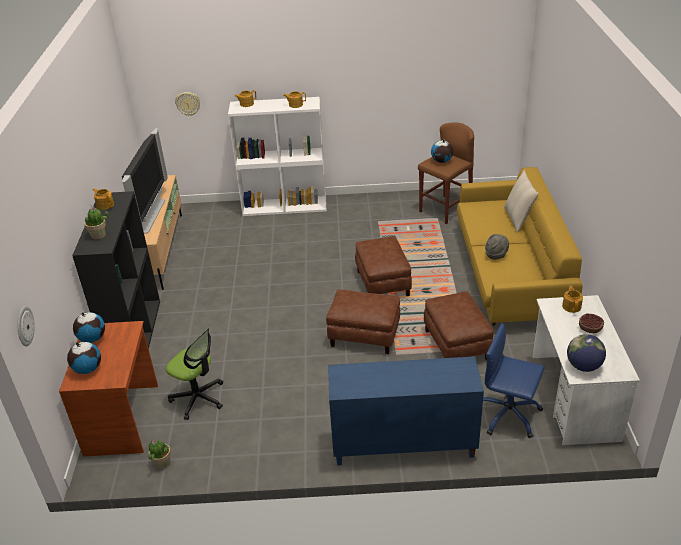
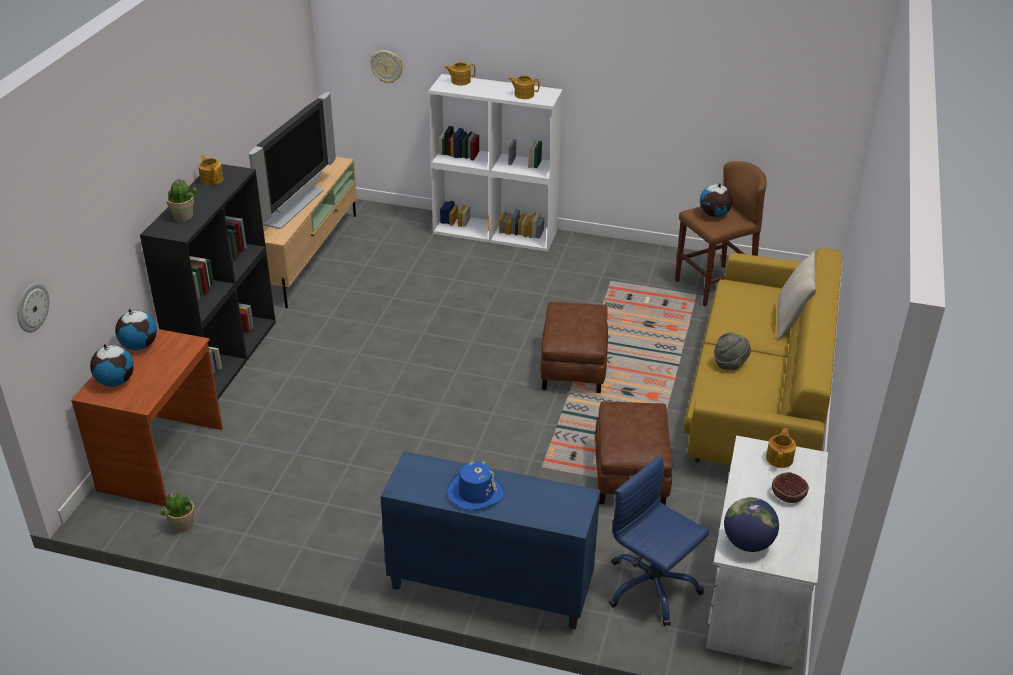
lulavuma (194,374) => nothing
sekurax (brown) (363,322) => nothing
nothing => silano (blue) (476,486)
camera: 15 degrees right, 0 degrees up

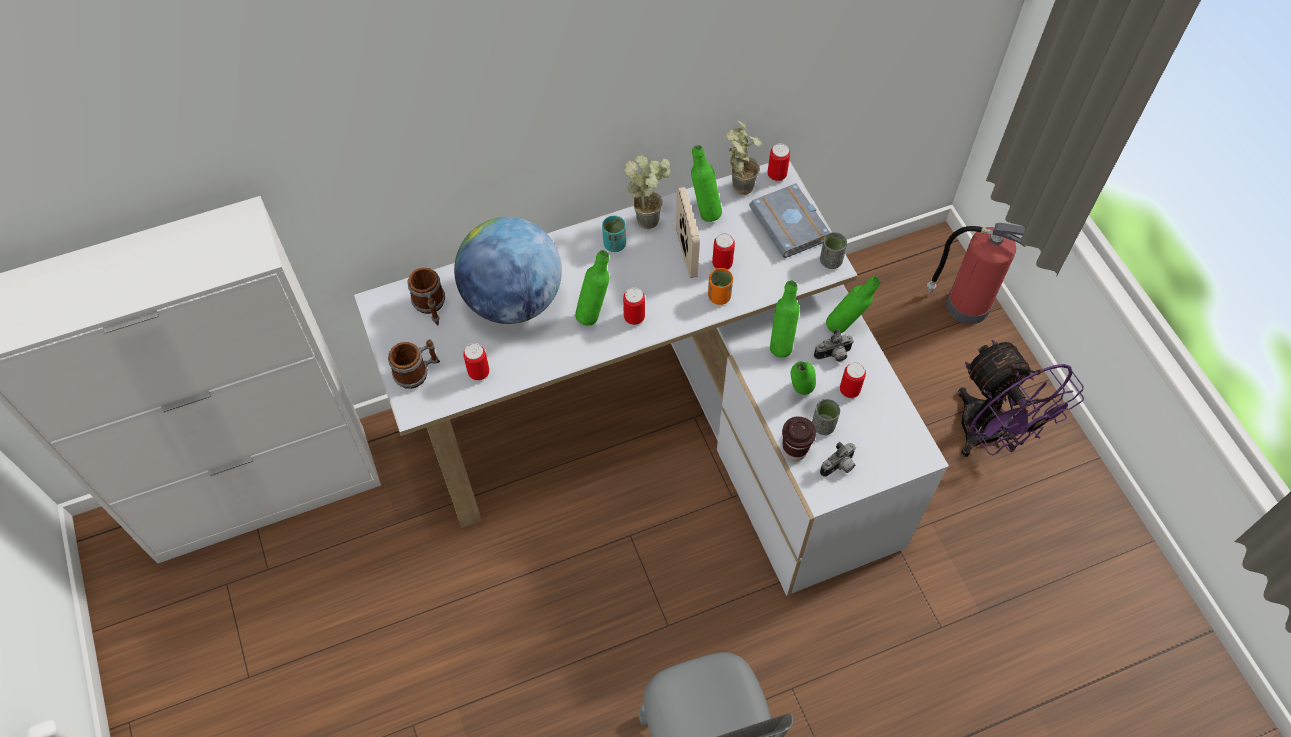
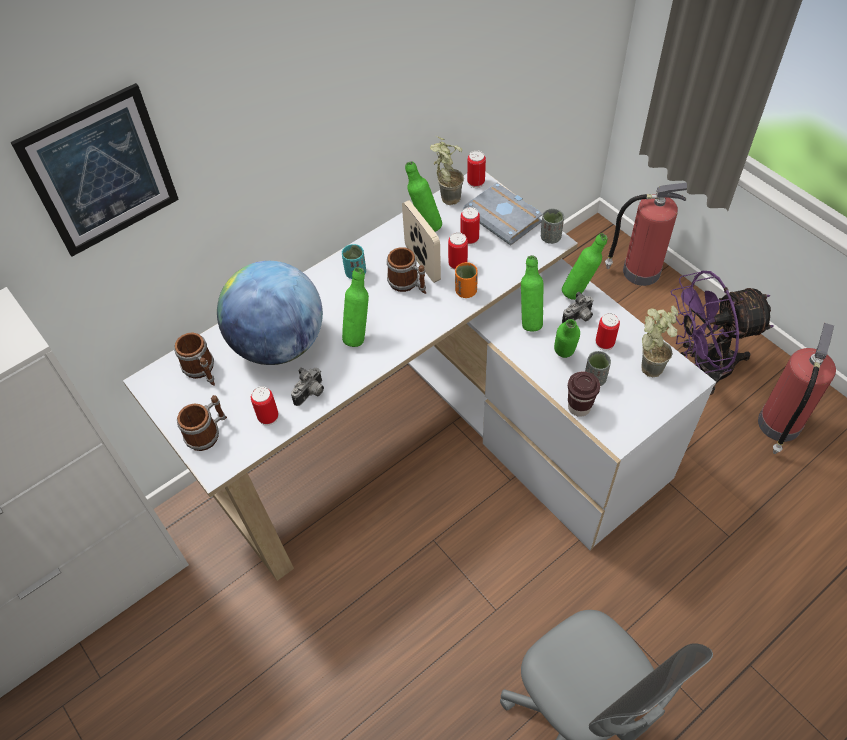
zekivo (634,306) => zekivo (470,226), shifted
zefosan (647,193) => zefosan (660,341), shifted
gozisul (838,459) => gozisul (307,386), shifted
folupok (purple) (1020,398) => folupok (purple) (722,333), 120 degrees clockwise
nothing => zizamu (94,170)
nothing => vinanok (406,270)
nothing => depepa (797,388)
camera: 15 degrees left, 5 degrees down

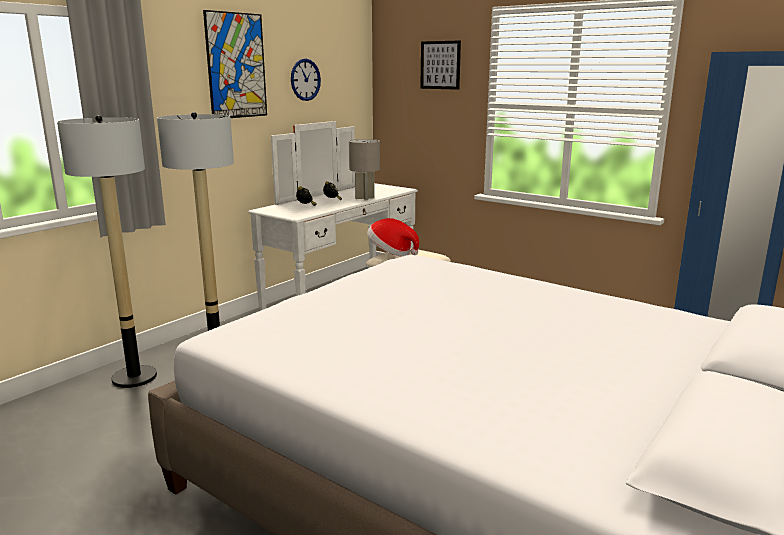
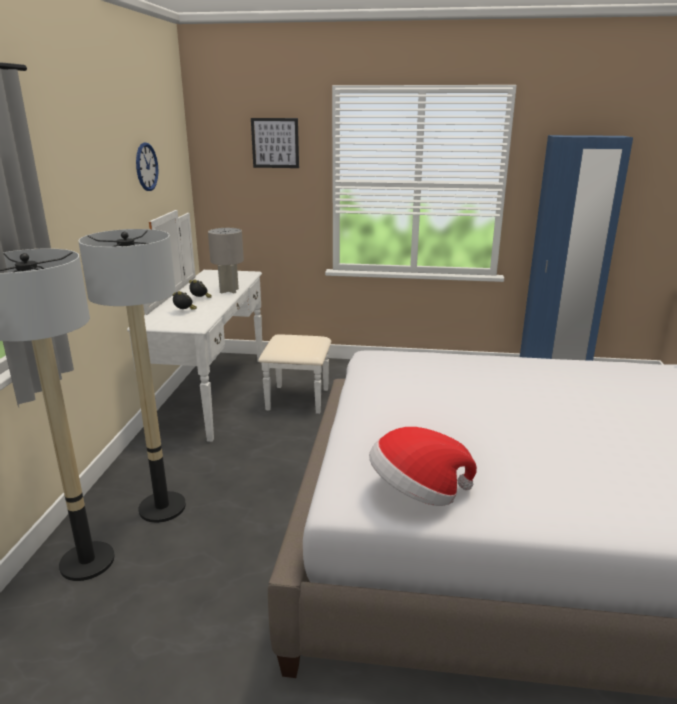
zizamu (235,64) => nothing
silano (393,237) => silano (423,466), shifted
camera: 30 degrees left, 5 degrees up

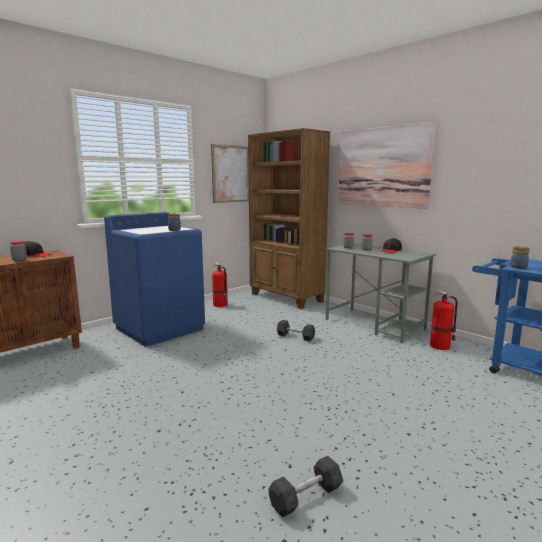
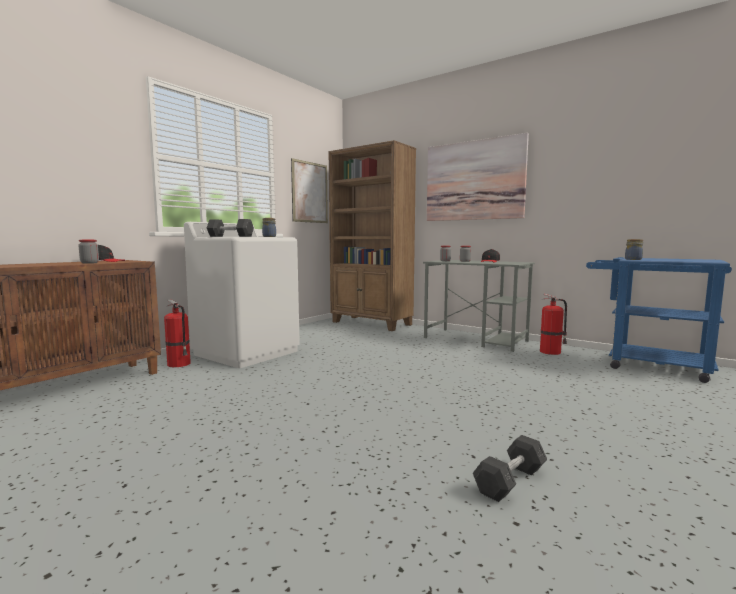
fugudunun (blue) (154,279) => fugudunun (white) (242,295)
depepa (220,284) => depepa (177,333), shifted
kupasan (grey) (296,330) => kupasan (grey) (230,228), shifted
camera: 10 degrees left, 5 degrees down

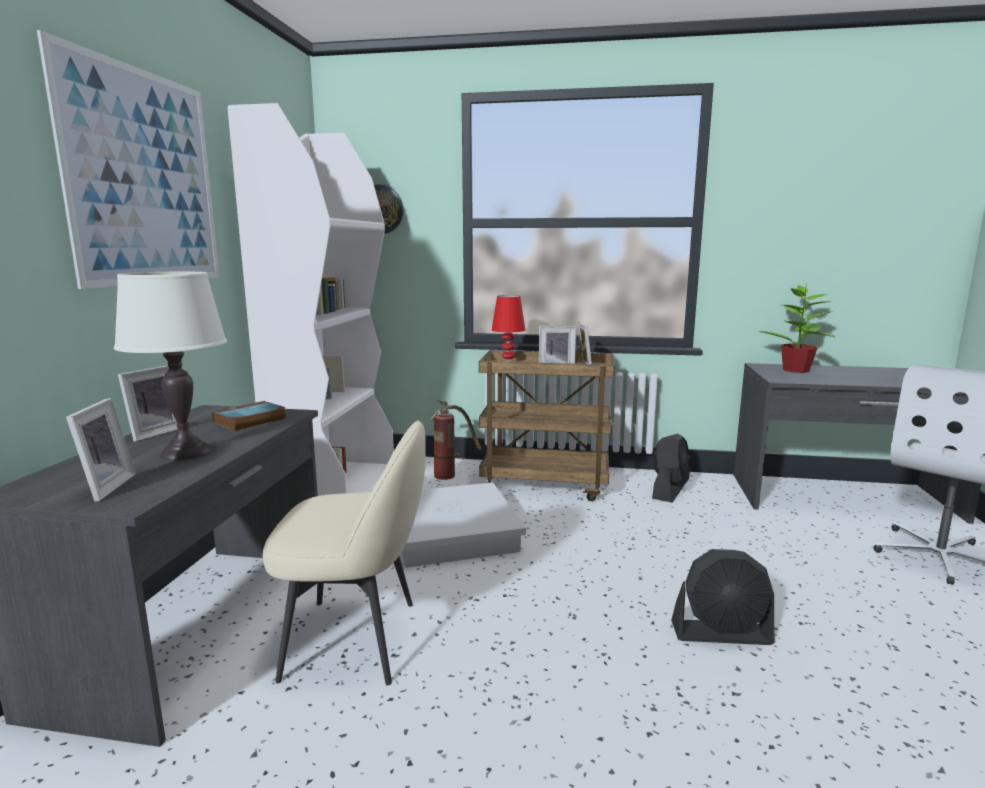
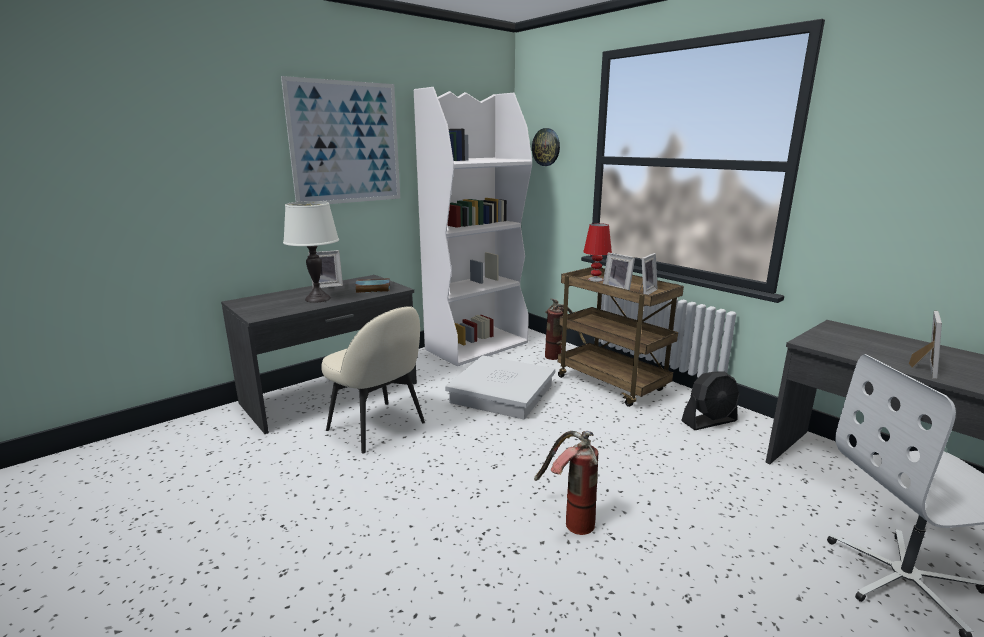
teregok (101,450) => teregok (925,345), shifted
folupok (black) (723,597) => depepa (566,483)
zefosan (796,328) => nothing
camera: 40 degrees right, 5 degrees up

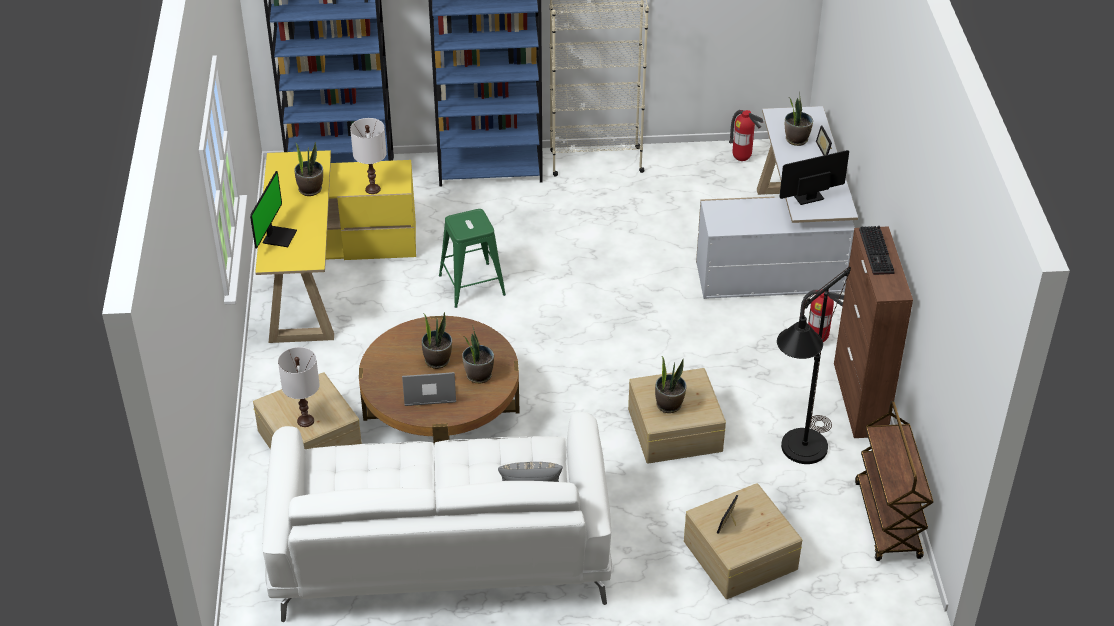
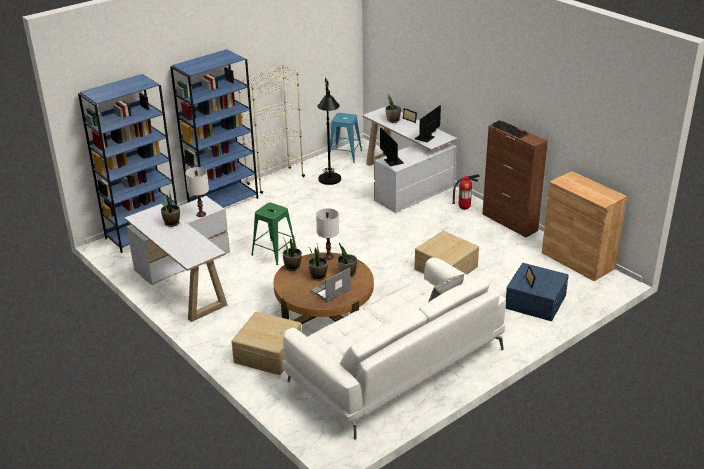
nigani (273,209) => nigani (391,146), shifted
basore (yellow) (335,246) => basore (white) (177,259)
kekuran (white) (299,387) => kekuran (white) (327,234), shifted
zefosan (671,384) => zefosan (292,252), shifted
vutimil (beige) (743,541) => vutimil (blue) (537,292)
depepa (746,135) => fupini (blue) (346,138)
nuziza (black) (814,365) => nuziza (black) (329,131), shifted
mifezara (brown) (894,481) => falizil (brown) (584,226)
camera: 35 degrees left, 10 degrees down

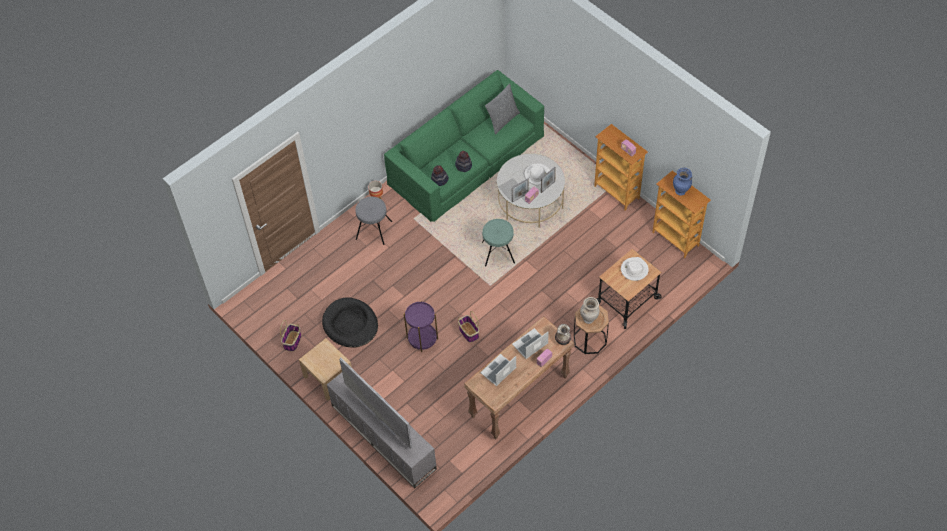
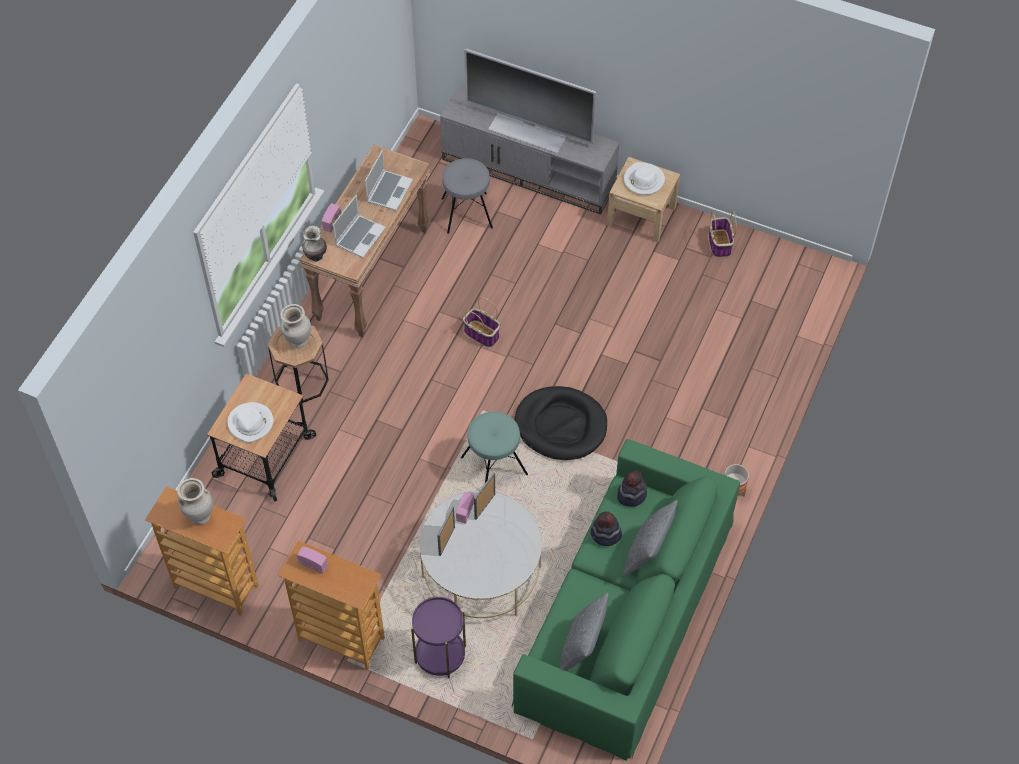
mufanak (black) (350,322) => mufanak (black) (560,423), shifted
fupini (grey) (373,221) => fupini (grey) (467,196), shifted
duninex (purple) (421,326) => duninex (purple) (438,637), shifted
silano (white) (537,175) => silano (white) (644,178), shifted
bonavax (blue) (682,182) => bonavax (beige) (195,501)
nothing => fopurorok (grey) (650,538)
camera: 155 degrees right, 0 degrees up

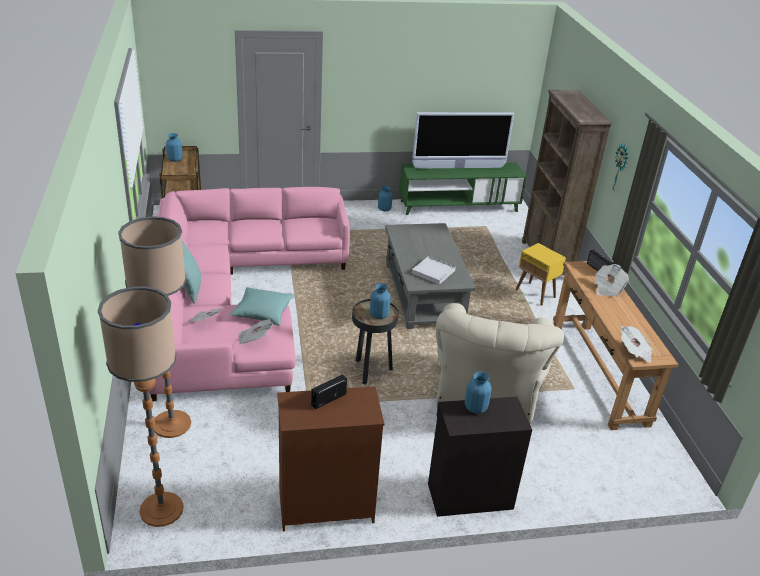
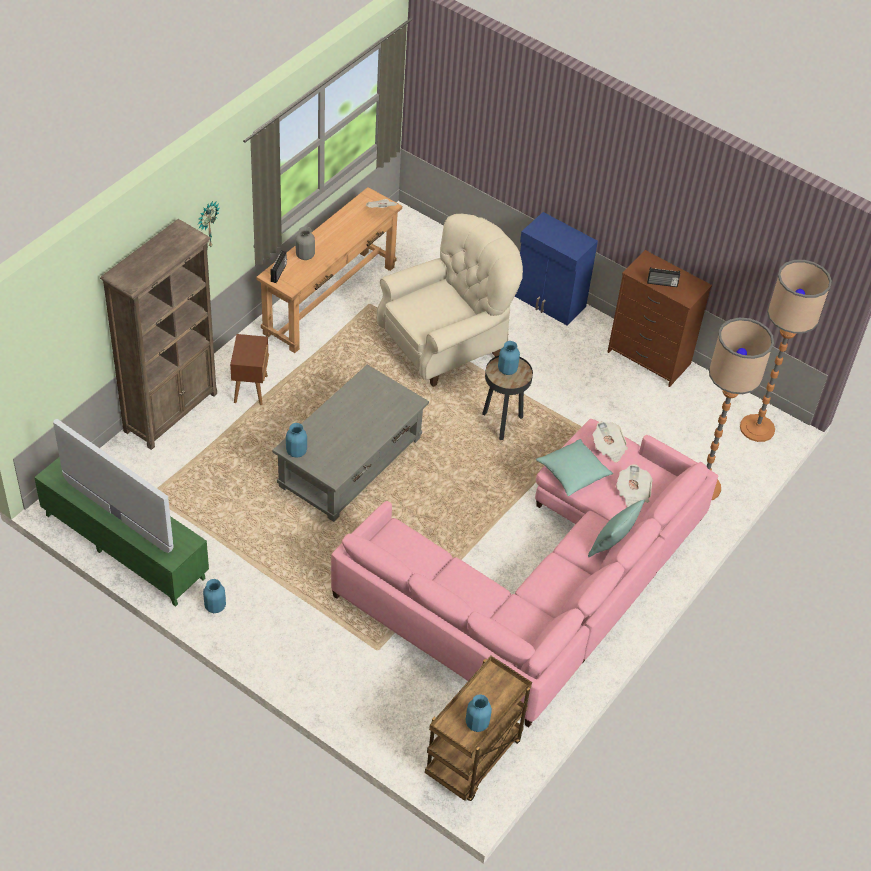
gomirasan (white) (434,270) => nothing
falizil (black) (480,457) => falizil (blue) (556,268)
bonavax (blue) (478,393) => bonavax (blue) (296,440), shifted
duninex (yellow) (540,274) => duninex (brown) (249,369)
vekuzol (611,280) => bonavax (grey) (305,243)
camera: 135 degrees left, 15 degrees up

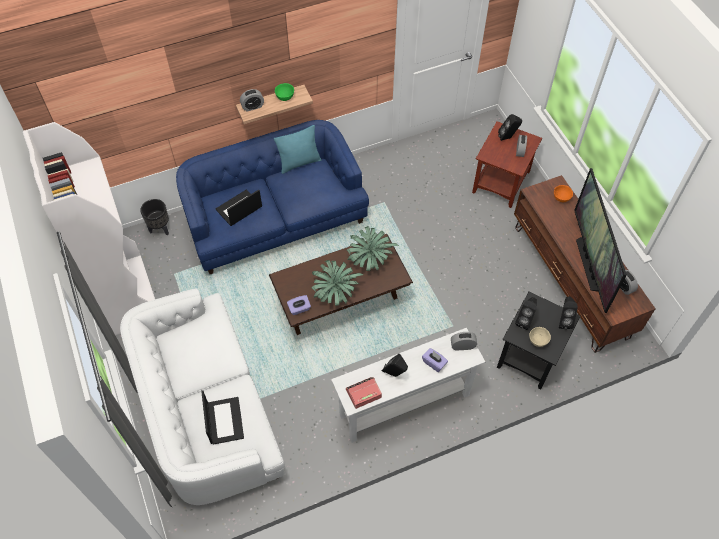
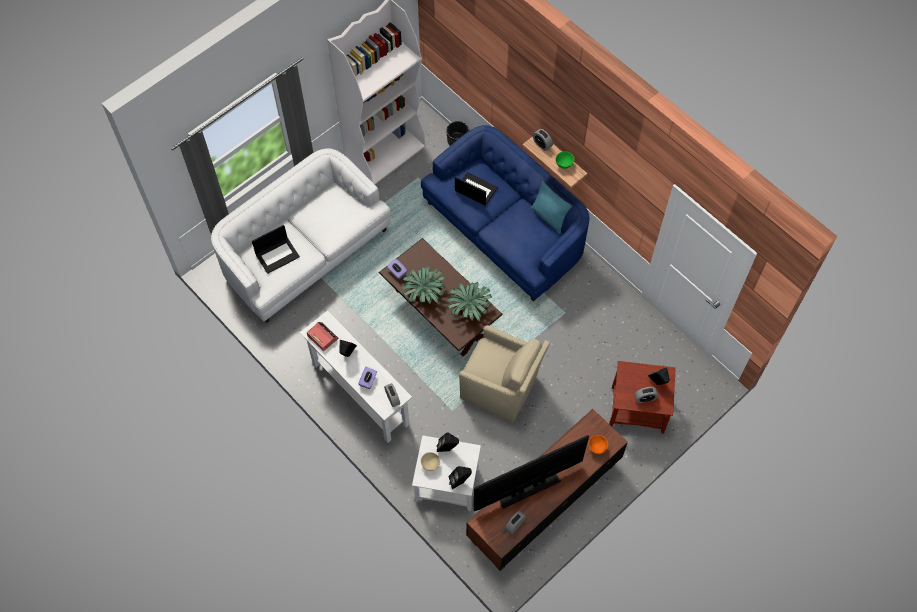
duninex (black) (539,341) => duninex (white) (446,473)
nothing => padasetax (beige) (504,373)
camera: 70 degrees right, 5 degrees up

